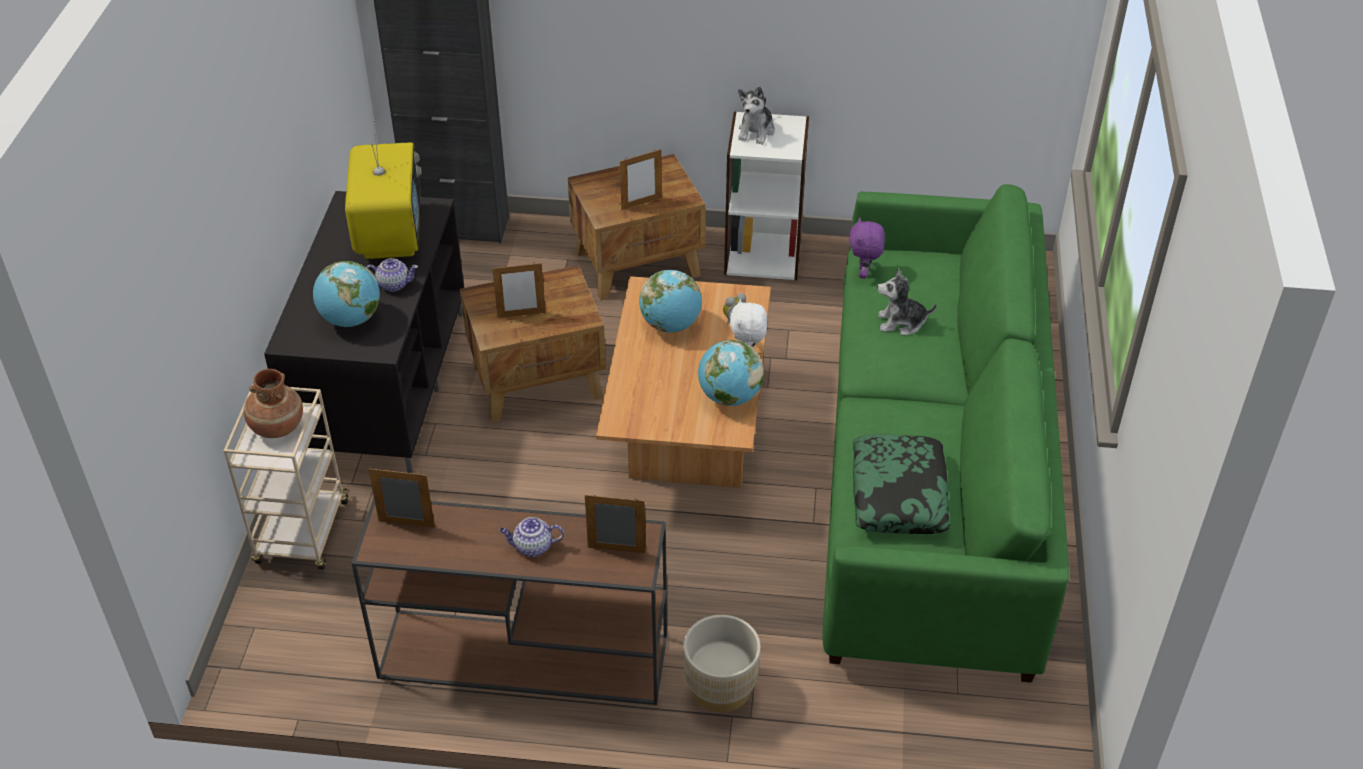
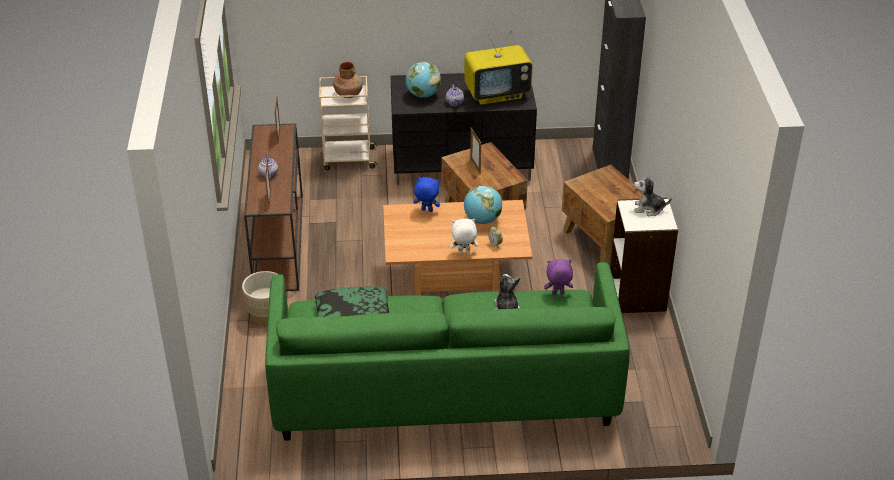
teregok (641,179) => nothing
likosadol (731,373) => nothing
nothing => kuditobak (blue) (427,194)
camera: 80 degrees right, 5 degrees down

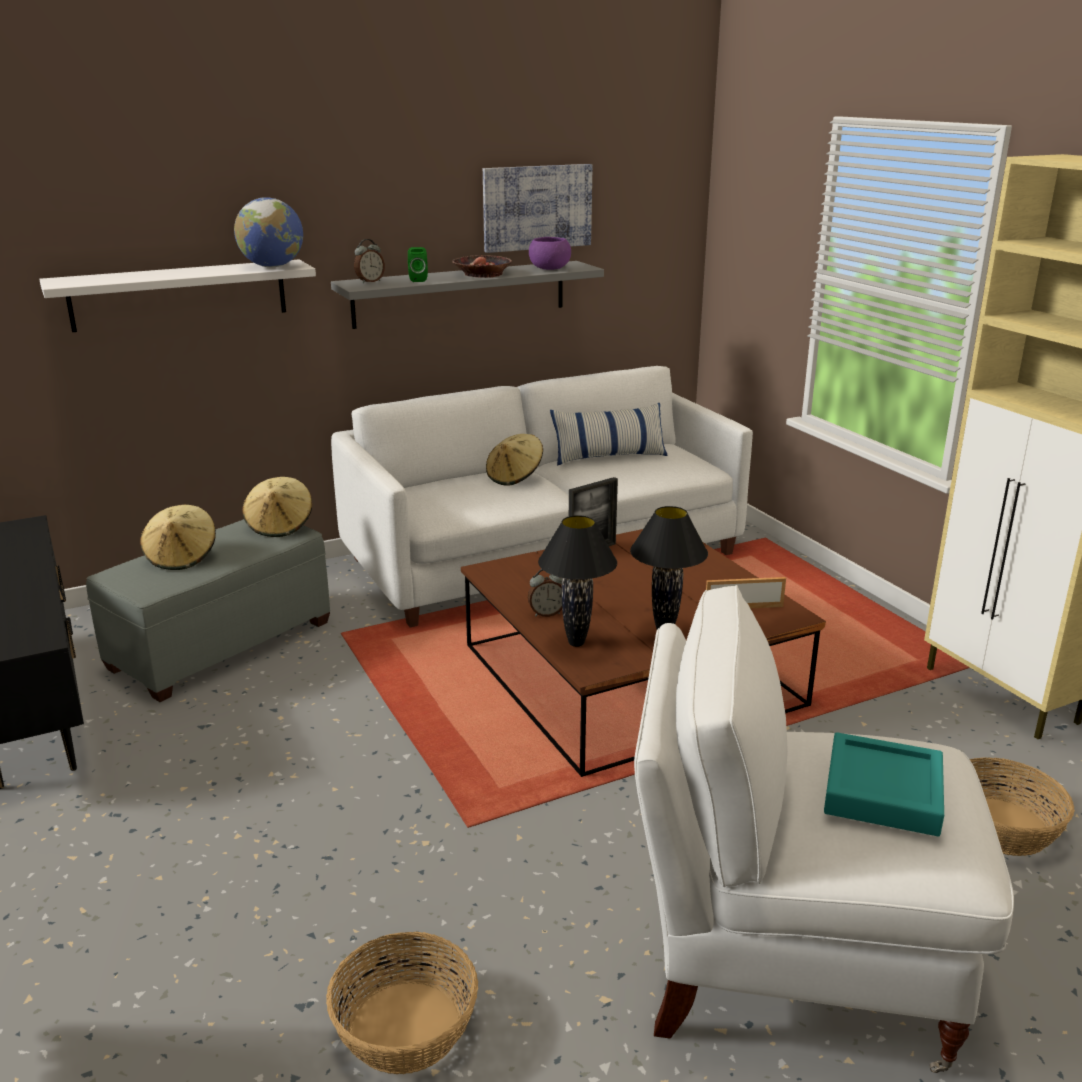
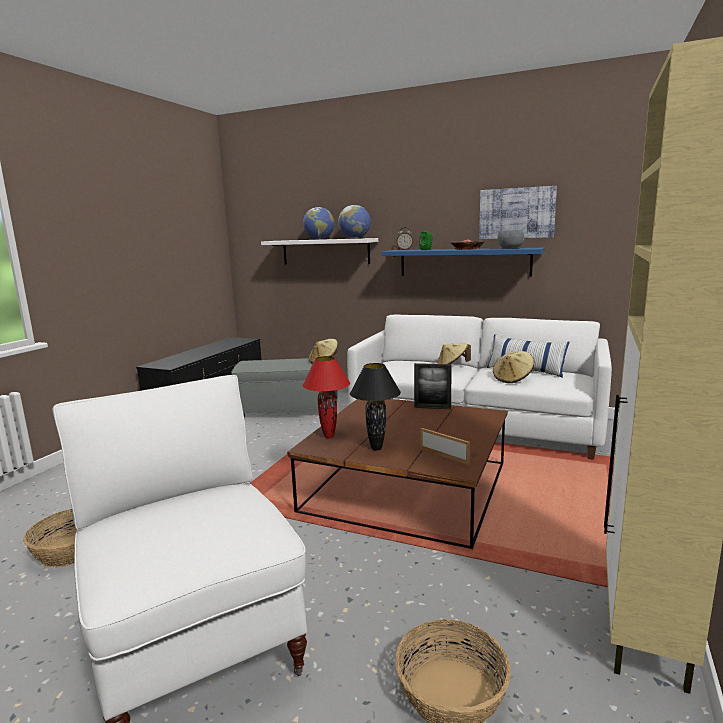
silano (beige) (178,537) => silano (beige) (513,367), shifted
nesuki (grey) (467,295) => nesuki (blue) (463,262)
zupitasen (545,593) => nothing
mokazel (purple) (550,253) => mokazel (grey) (511,239)
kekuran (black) (577,581) => kekuran (red) (326,397)
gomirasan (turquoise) (884,784) => nothing
nothing => likosadol (318,223)
camera: 50 degrees right, 10 degrees down

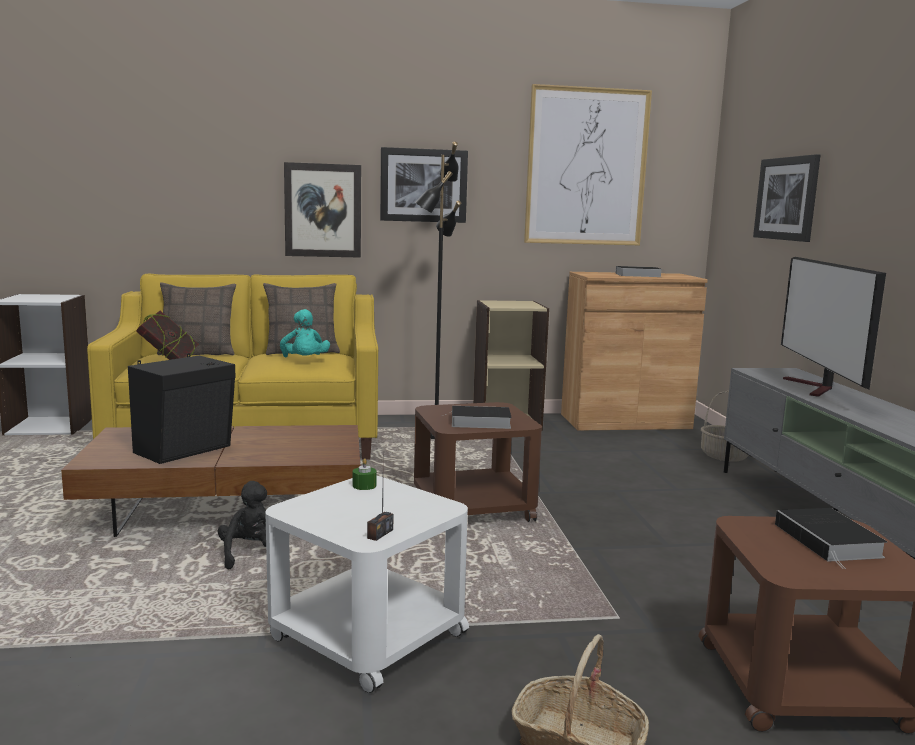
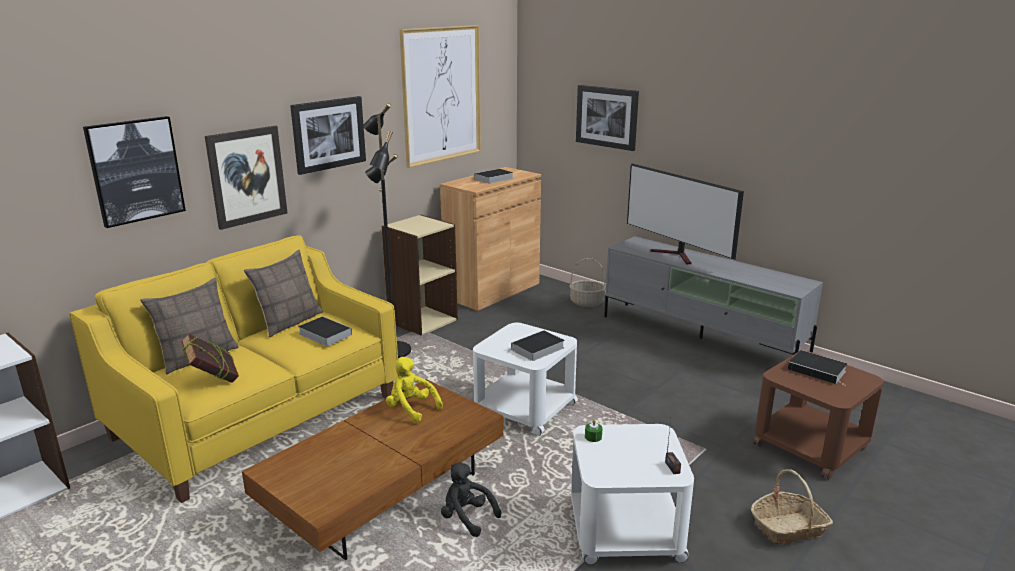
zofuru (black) (182,408) => nothing
kuditobak (turquoise) (305,333) => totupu (325,331)
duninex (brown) (478,462) => duninex (white) (525,379)
nothing => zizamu (134,172)
nothing => kuditobak (yellow) (414,390)
camera: 40 degrees left, 10 degrees up

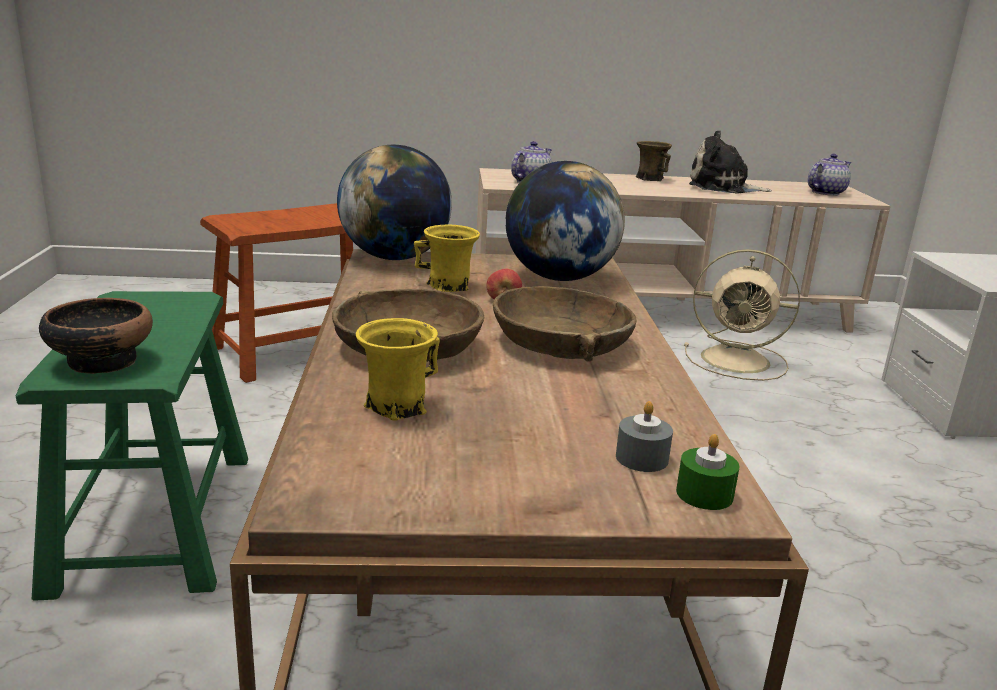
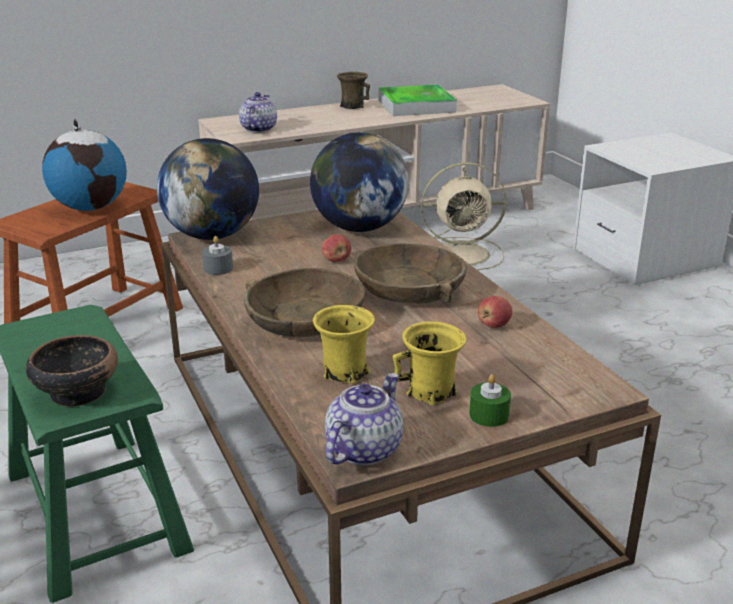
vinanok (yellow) (447,258) => vinanok (yellow) (430,363), shifted
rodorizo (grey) (644,436) => rodorizo (grey) (217,255), shifted
rodorizo (green) (707,472) => rodorizo (green) (490,400), shifted
kuditobak (730,162) => gomirasan (417,100)
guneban (829,175) => guneban (364,419), shifted
nothing => likosadol (84,165)
nothing => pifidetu (495,312)
camera: 20 degrees left, 5 degrees up

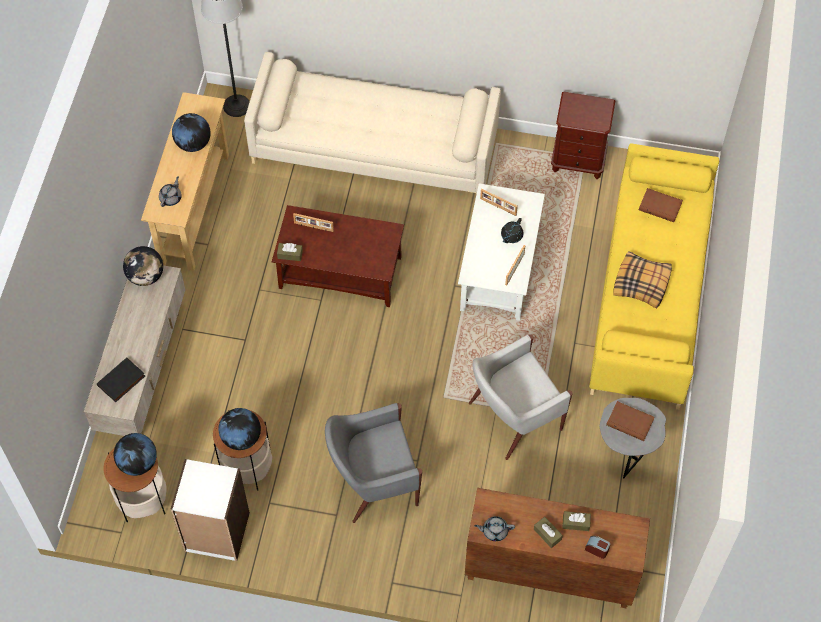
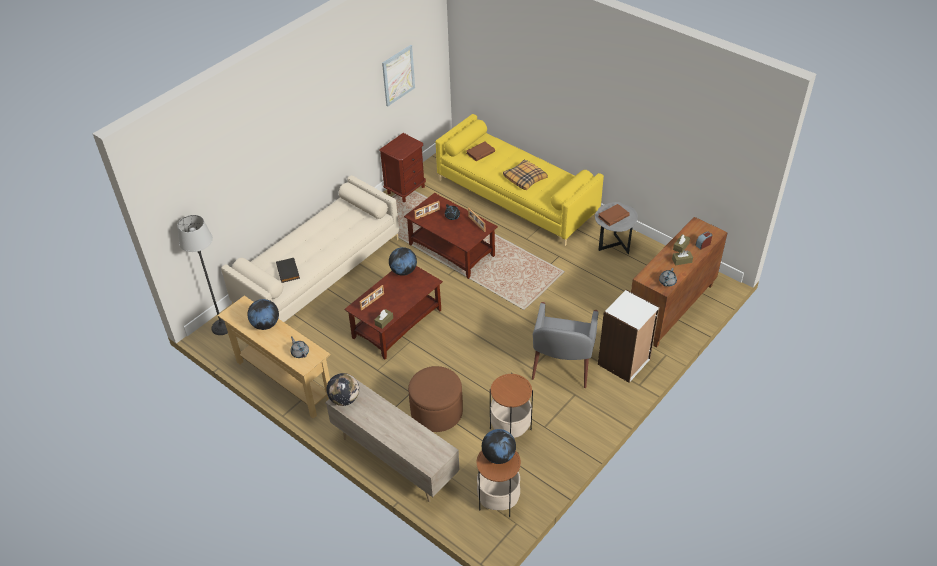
totupu (black) (121,380) => totupu (black) (288,270), shifted
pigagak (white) (210,510) => pigagak (white) (629,336), shifted
likosadol (239,429) => likosadol (403,261), shifted
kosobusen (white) (501,252) => kosobusen (brown) (451,236)
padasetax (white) (521,397) => nothing
nothing => zizamu (398,75)
nothing => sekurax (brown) (435,399)
camera: 60 degrees left, 15 degrees down

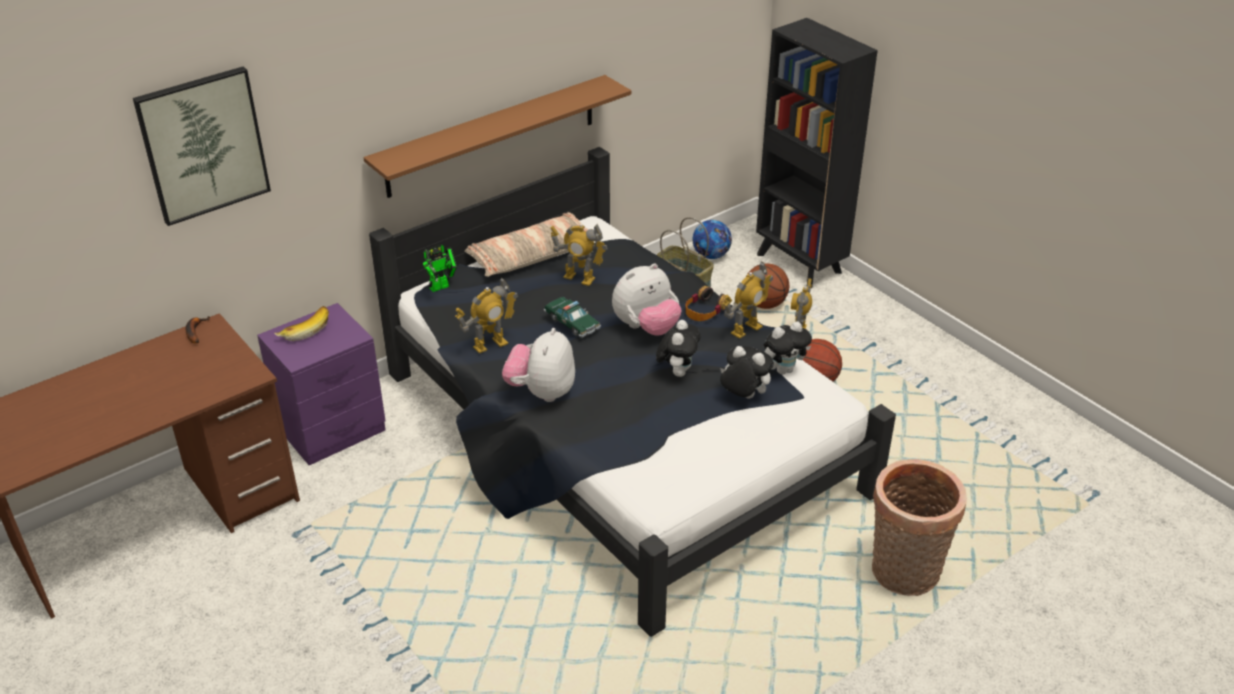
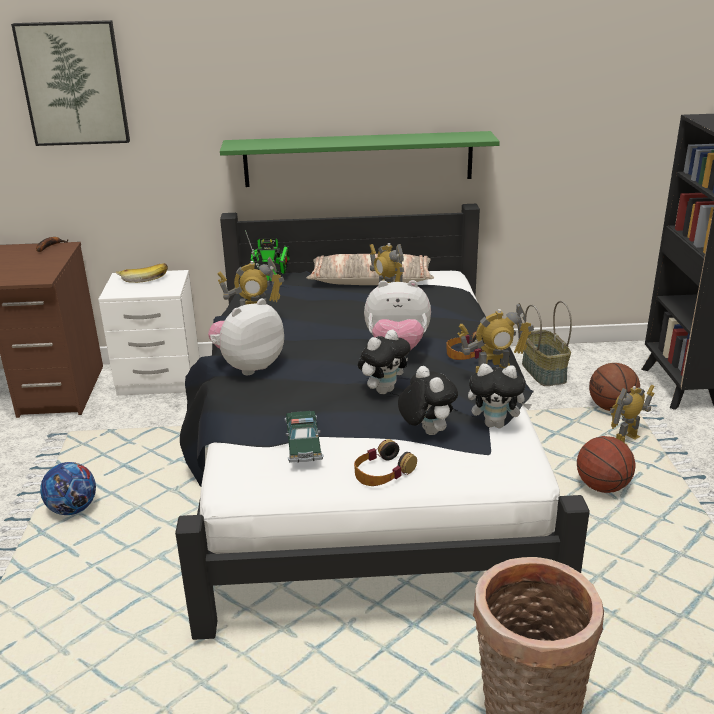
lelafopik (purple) (321,384) => lelafopik (white) (148,333)
nesuki (brown) (497,136) => nesuki (green) (360,159)
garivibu (572,317) => garivibu (304,437), shifted
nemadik (712,239) => nemadik (68,488), shifted
nothing => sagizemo (385,462)
camera: 35 degrees right, 10 degrees down

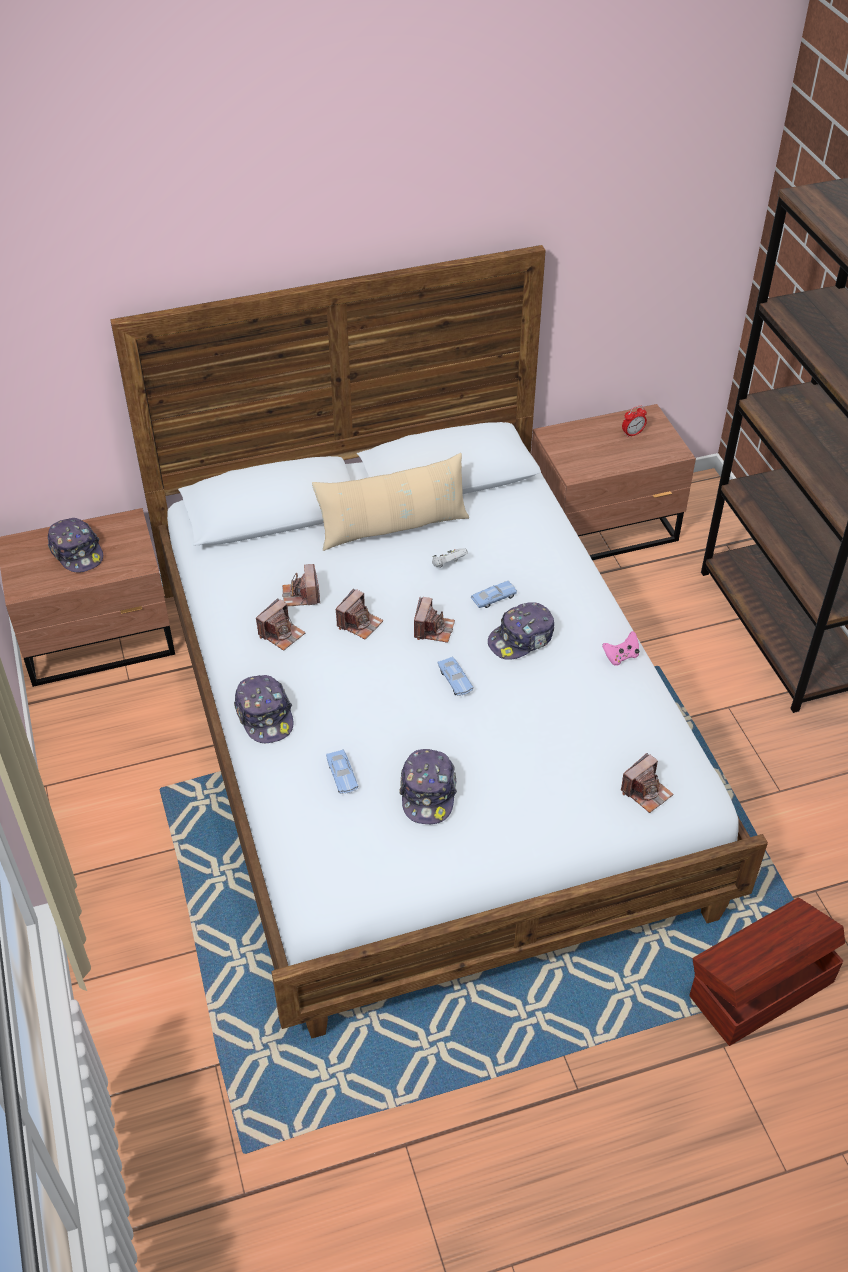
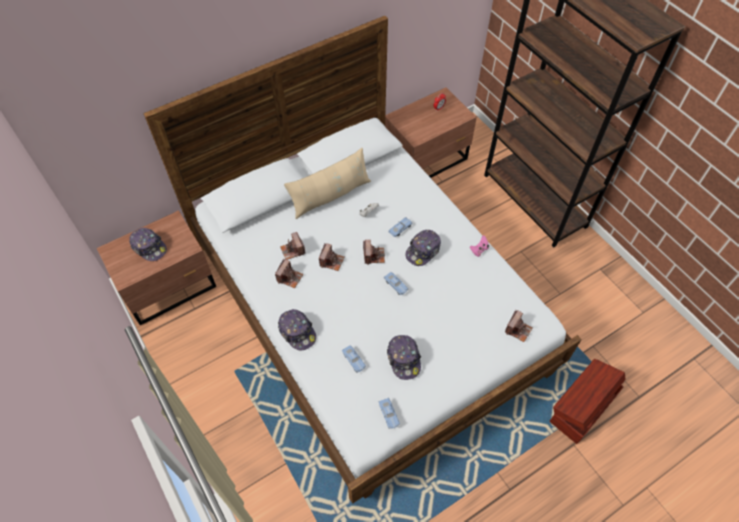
nothing => garivibu (blue) (389,413)
camera: 15 degrees left, 10 degrees up

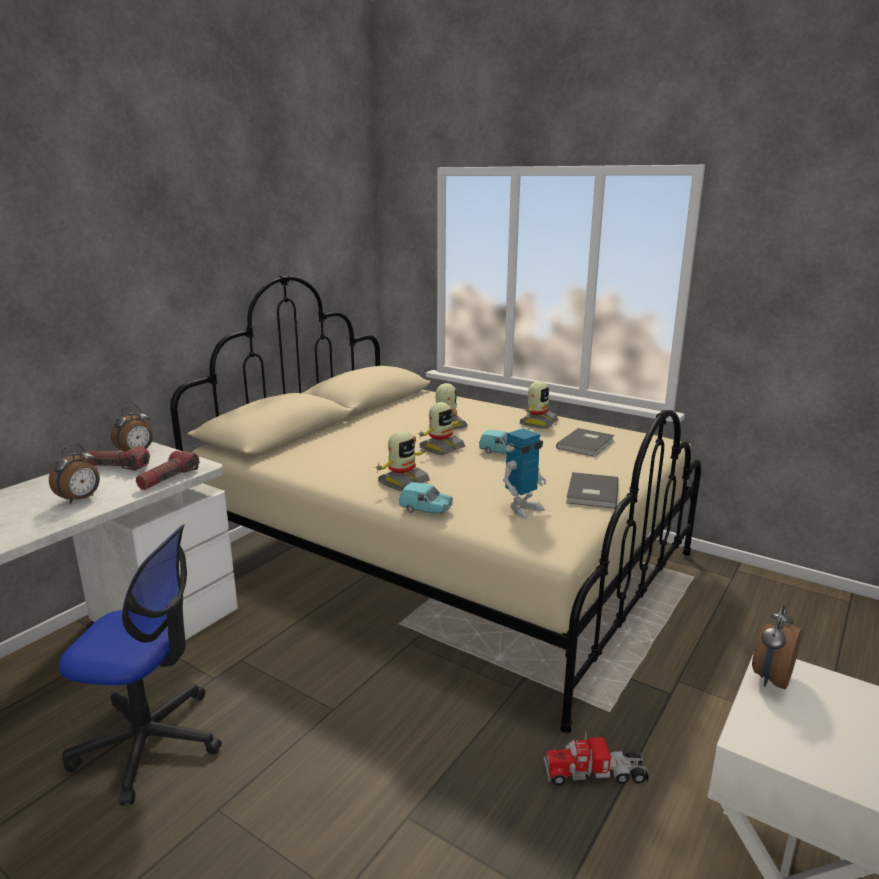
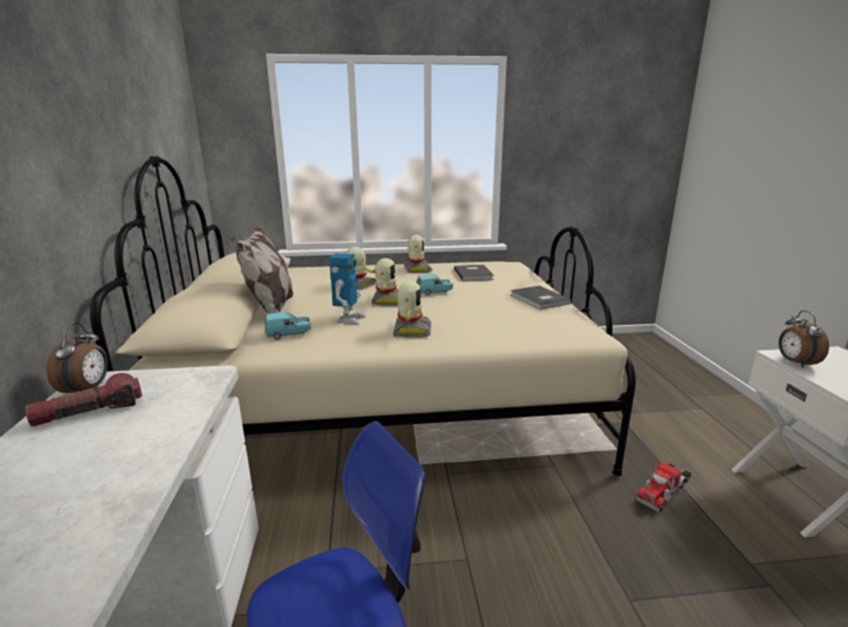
zupitasen (74,474) => nothing
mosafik (168,470) => nothing
garivibu (turquoise) (426,498) => garivibu (turquoise) (288,326), shifted
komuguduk (524,473) => komuguduk (347,289), shifted
nothing => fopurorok (262,269)
camera: 40 degrees left, 0 degrees up

